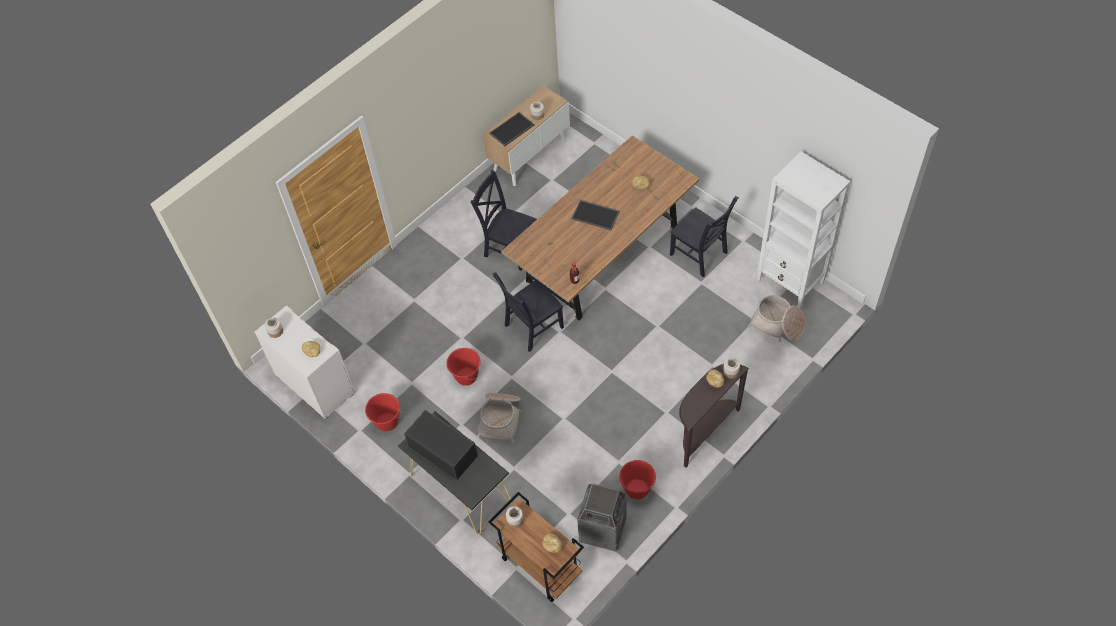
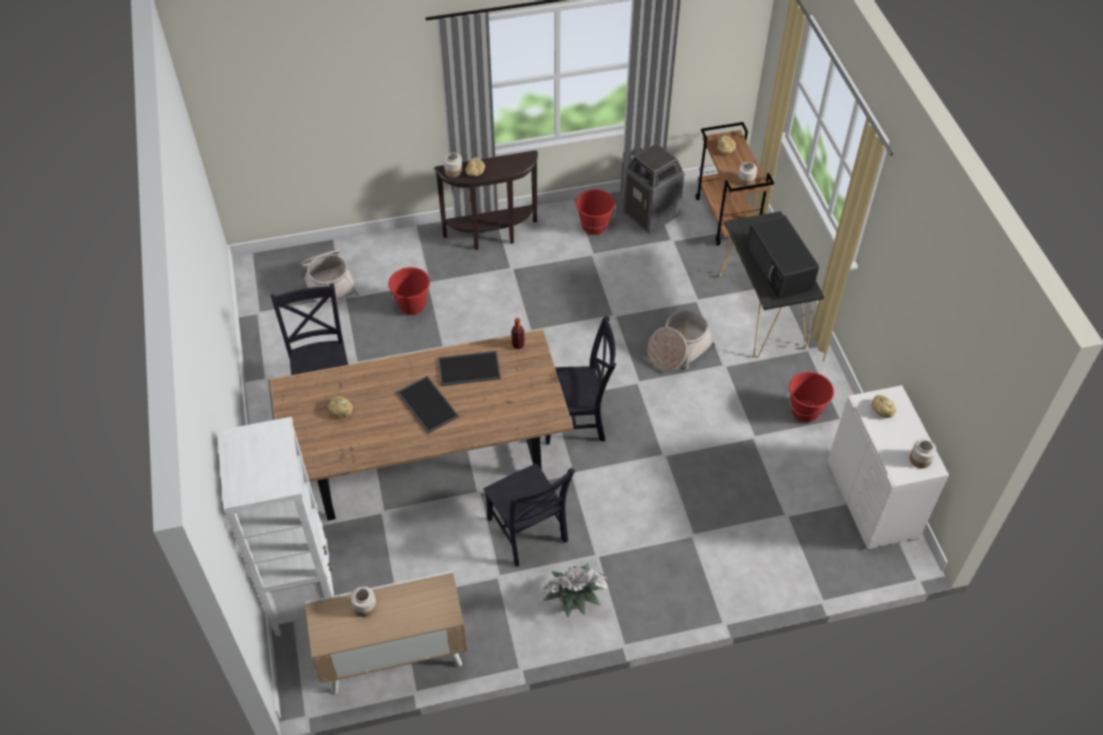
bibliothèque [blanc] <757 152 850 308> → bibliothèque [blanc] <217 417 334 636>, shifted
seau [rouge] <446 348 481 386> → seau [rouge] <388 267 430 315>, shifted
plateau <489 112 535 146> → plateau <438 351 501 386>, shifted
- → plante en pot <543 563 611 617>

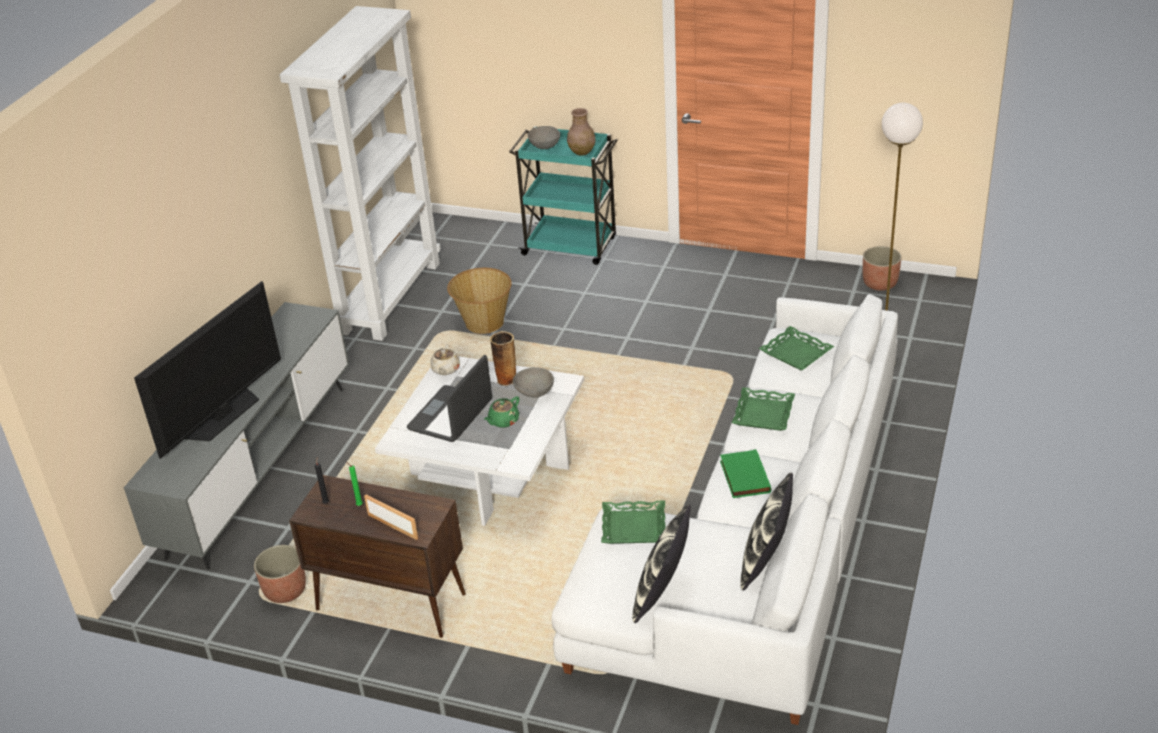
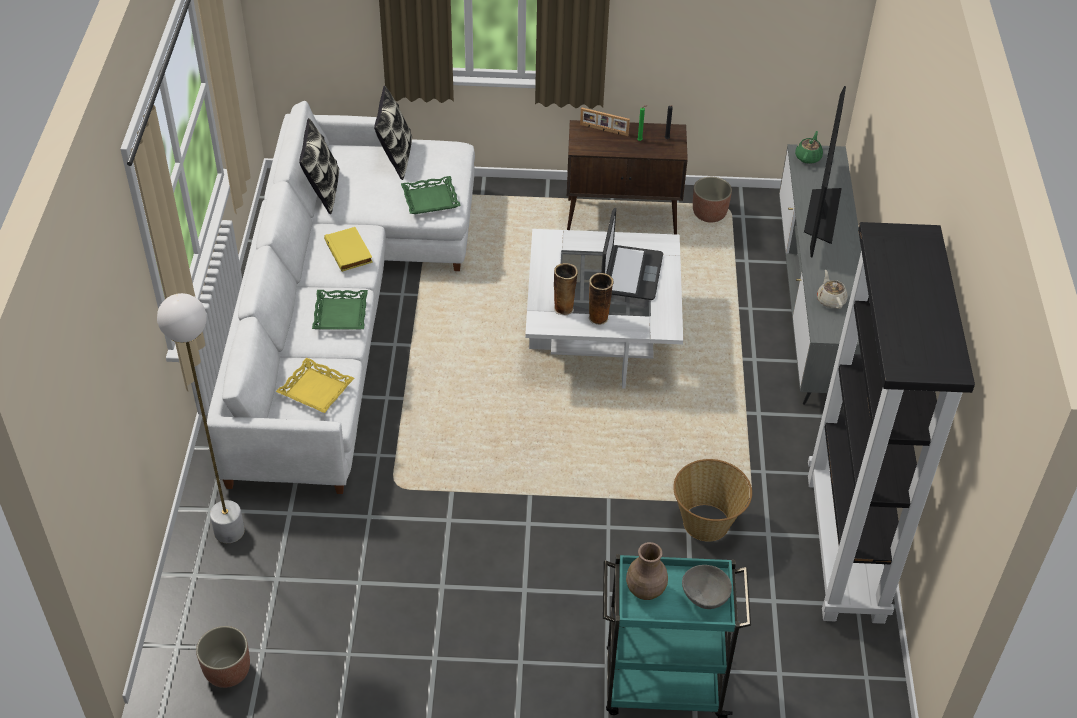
plateau [vert] <759 326 834 370> → plateau [jaune] <276 357 354 413>
livre [vert] <720 449 771 498> → livre [jaune] <324 227 373 272>
bol [gris] <513 367 554 397> → vase <554 263 578 315>
théière [vert] <484 396 519 428> → théière [vert] <795 131 823 164>, shifted
bibliothèque [blanc] <279 6 441 341> → bibliothèque [noir] <808 222 975 624>
théière [beige] <430 344 460 375> → théière [beige] <817 270 848 309>, shifted

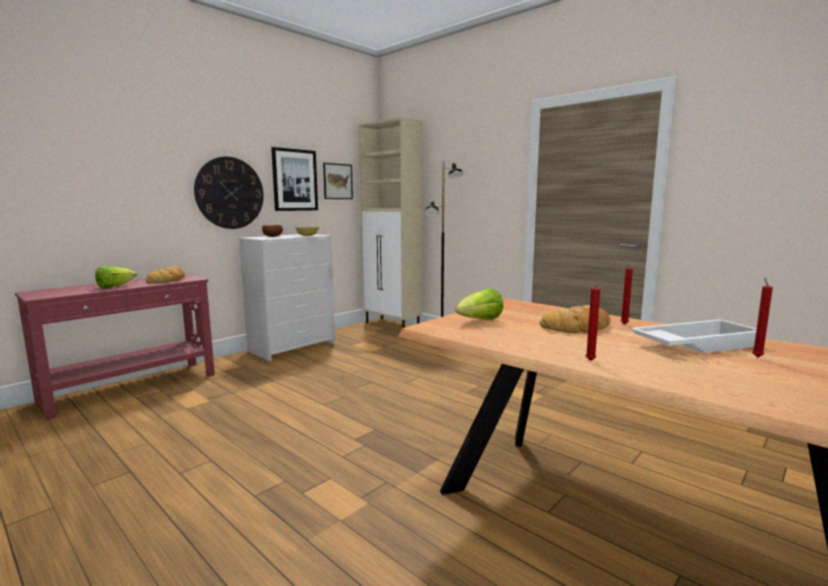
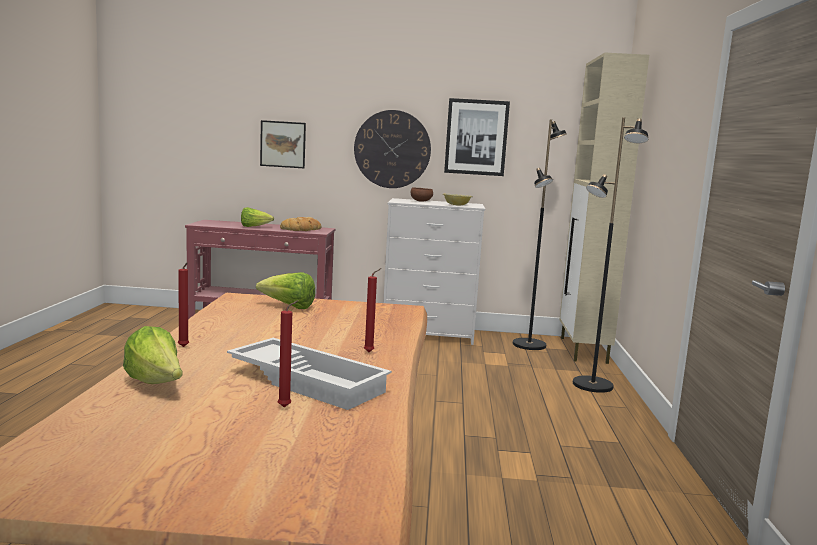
- → laitue <123 326 183 384>
tableau <323 163 353 199> → tableau <260 120 306 168>, shifted
- → lampadaire [noir] <513 119 567 350>
pain <540 305 610 333> → -

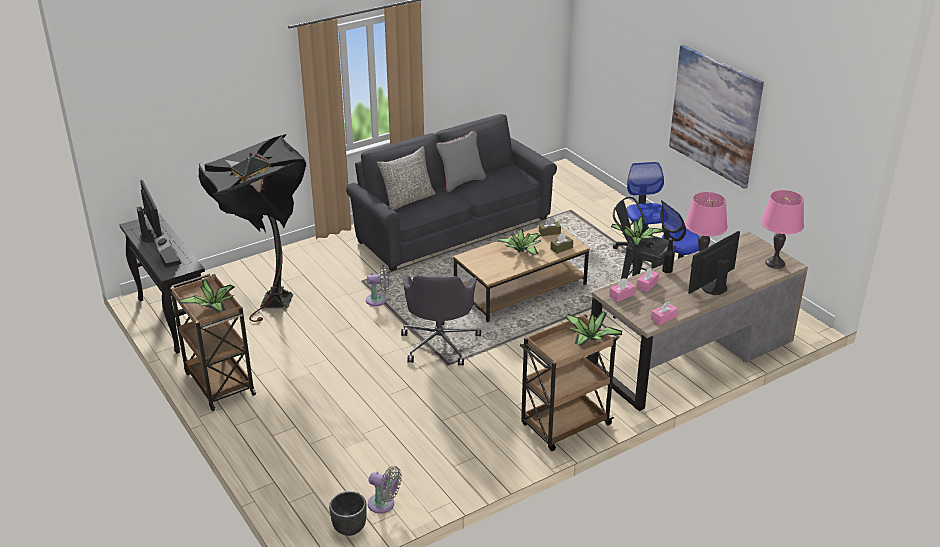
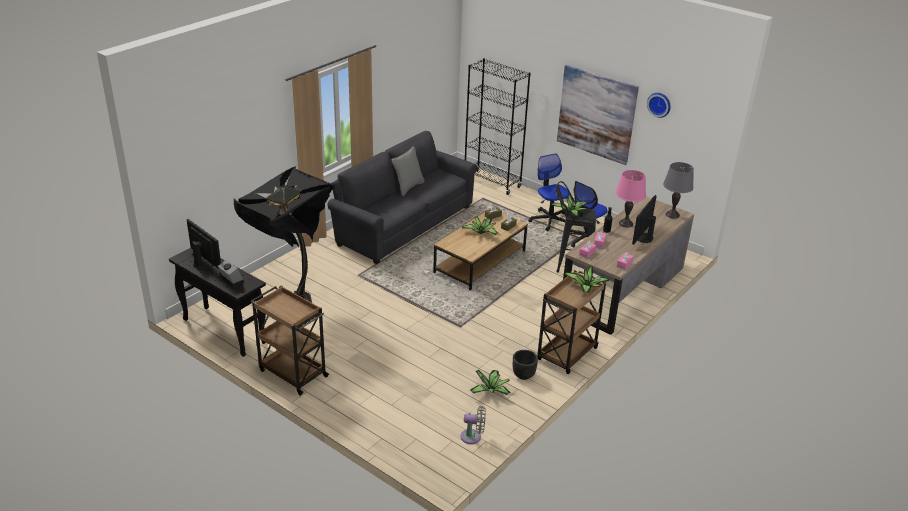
- → bibliothèque [noir] <465 58 531 195>
plante en pot <179 279 234 312> → plante en pot <470 370 511 395>, shifted
cache-pot [noir] <329 491 367 536> → cache-pot [noir] <513 350 538 380>, shifted
- → horloge murale <647 93 671 118>
lampe de table [rose] <761 190 804 269> → lampe de table [gris] <663 162 694 219>
ventilateur [gris] <366 265 389 306> → -
coussin [gris] <377 146 436 210> → -
chaise de bureau [gris] <401 275 481 366> → -

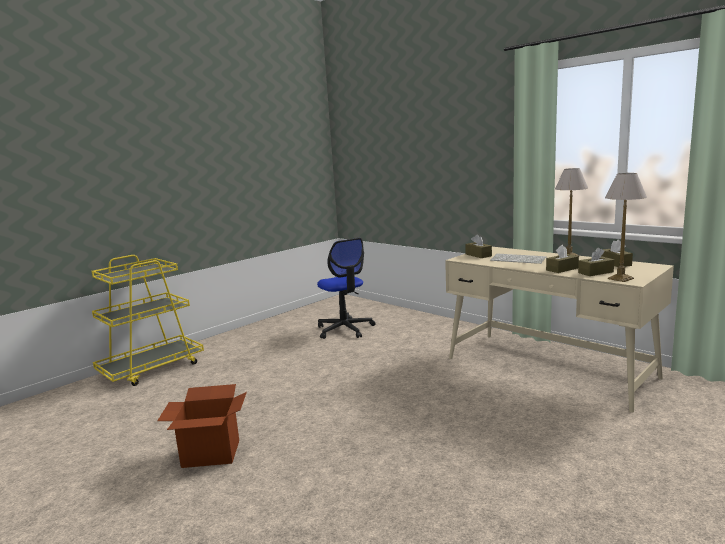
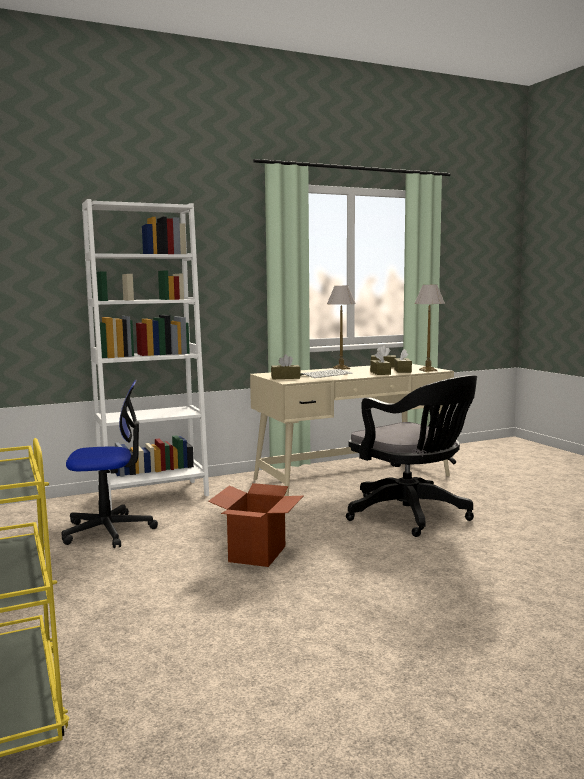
- → bibliothèque [blanc] <82 199 209 510>
carton <157 384 247 468> → carton <208 483 303 567>, shifted
- → chaise de bureau [noir] <346 375 477 537>

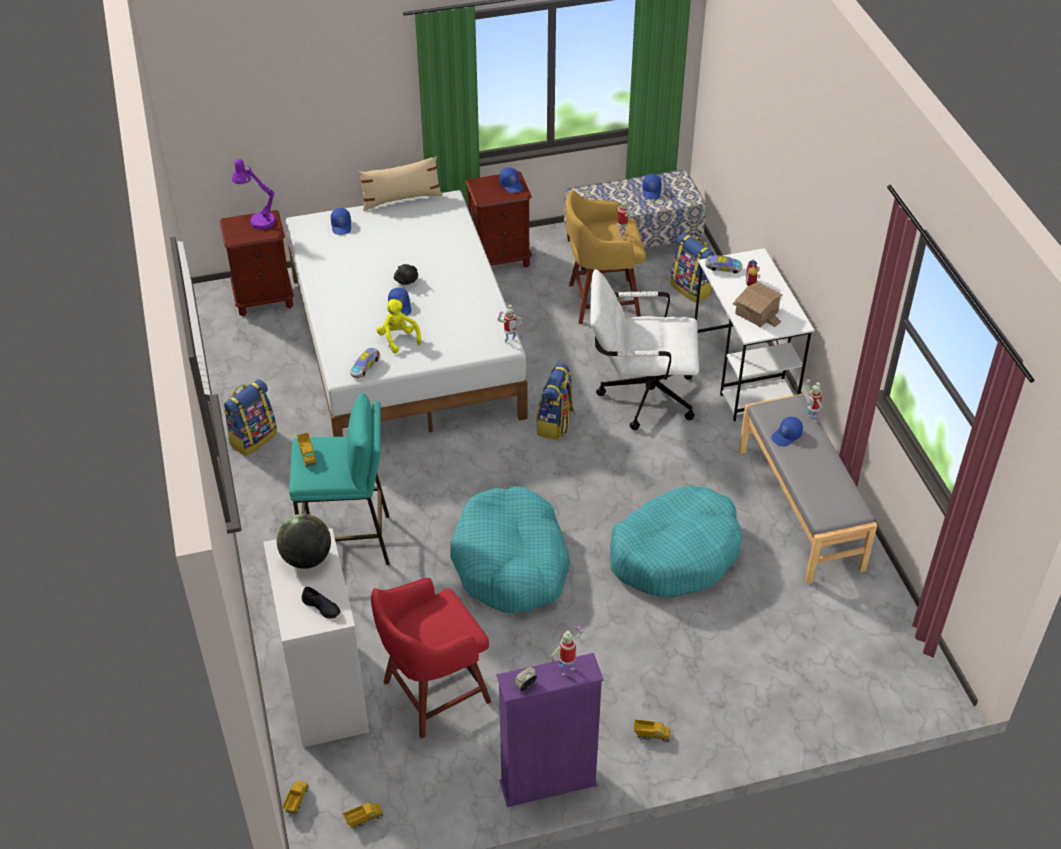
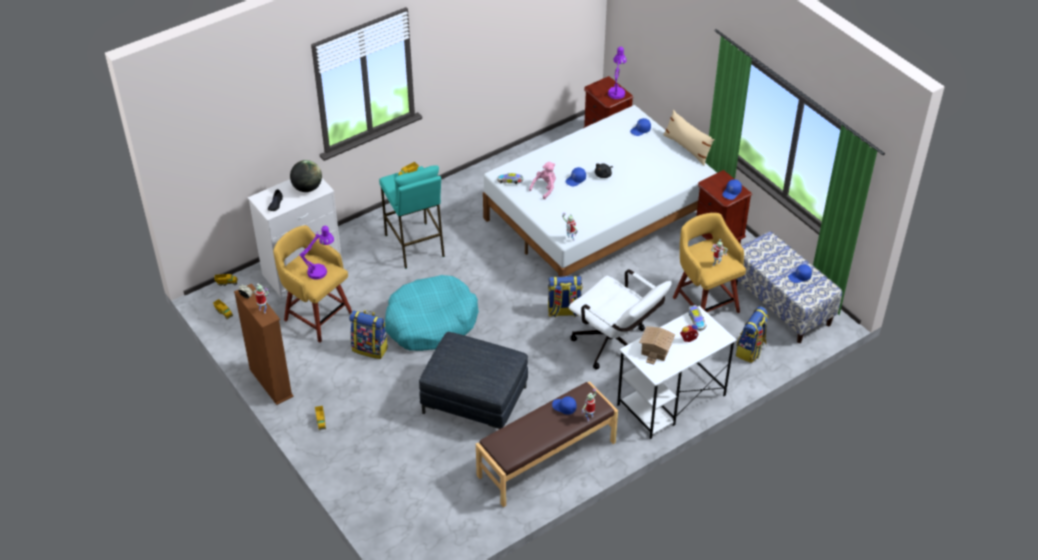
bibliothèque [violet] <497 653 604 807> → bibliothèque [marron] <234 284 294 405>
tabouret [rouge] <371 578 491 739> → tabouret [jaune] <273 225 352 343>
- → lampe de table [violet] <300 226 334 280>
sac à dos <223 379 277 456> → sac à dos <349 310 388 359>, shifted
panier pour chien [turquoise] <610 485 742 597> → pouf [gris] <419 332 528 429>
banc [gris] <739 394 877 584> → banc [marron] <476 381 618 507>
peluche [jaune] <376 299 421 354> → peluche [rose] <529 162 556 199>
chaise de bureau [blanc] <590 269 699 430> → chaise de bureau [blanc] <569 269 672 370>, 150 degrees clockwise

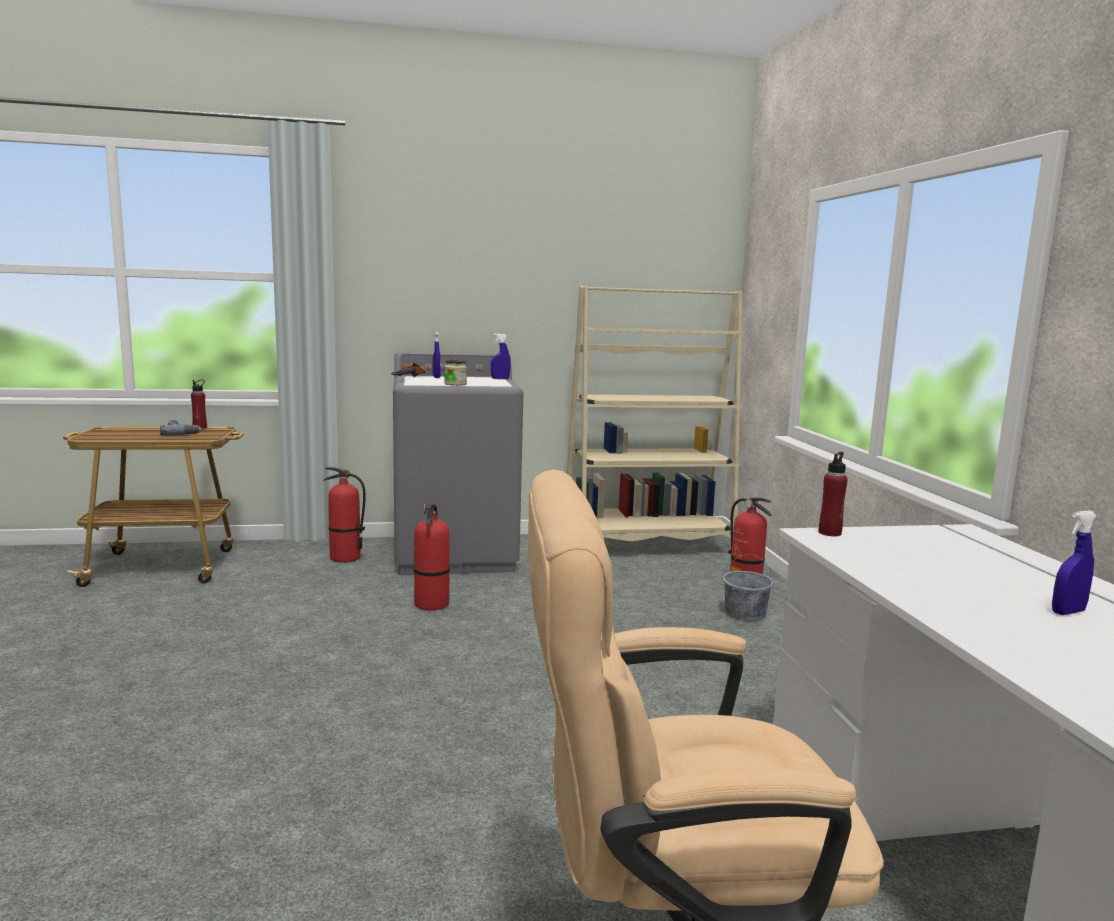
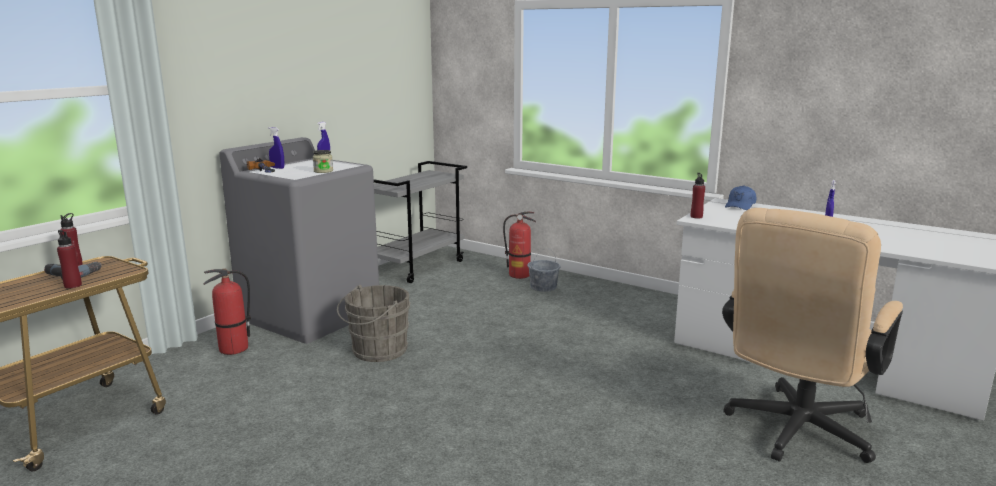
- → bouteille [rouge] <57 230 82 289>
extincteur <414 504 450 611> → seau [gris] <337 285 411 362>
bibliothèque [beige] <567 286 743 541> → chariot [gris] <374 161 467 283>
- → casquette [bleu] <725 185 756 210>

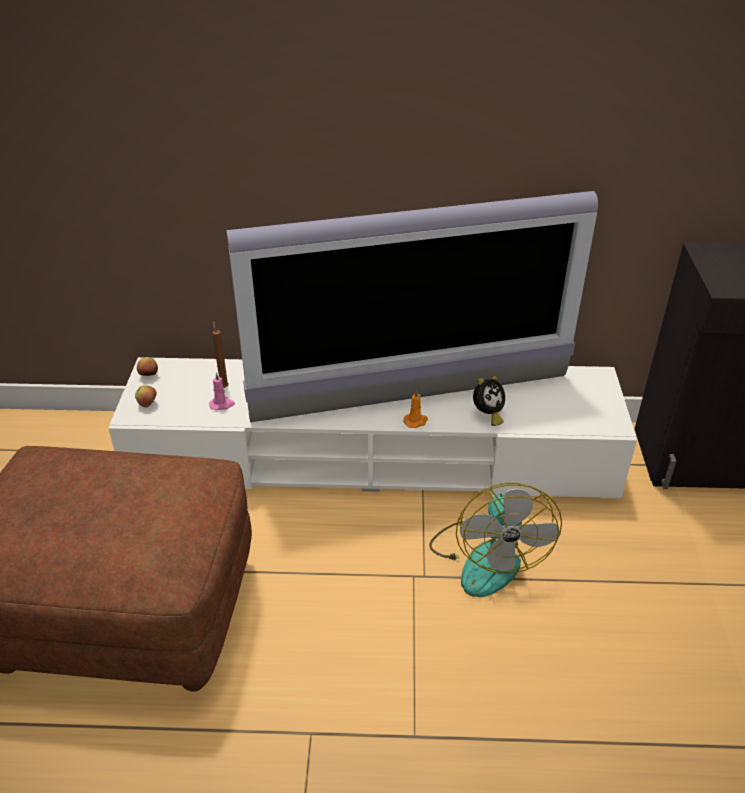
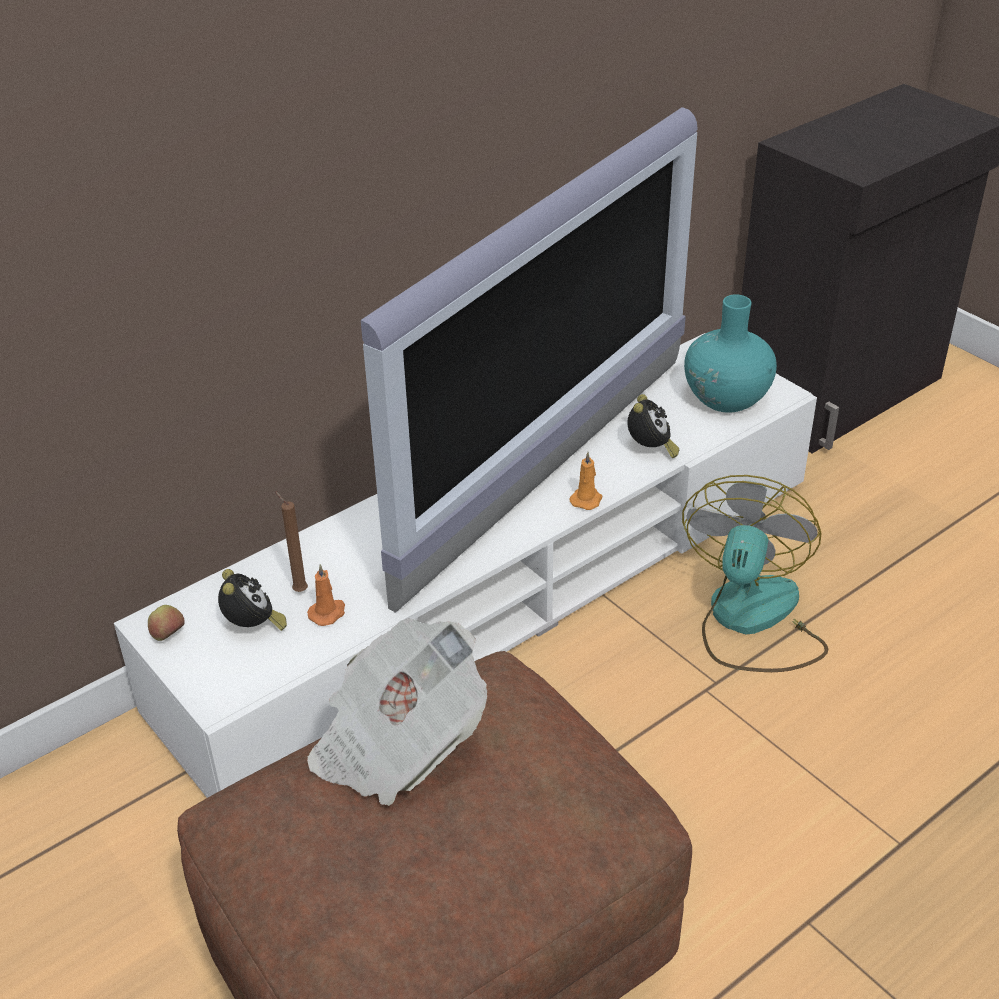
- → réveil <218 569 287 631>
bougie [rose] <209 372 235 410> → bougie [orange] <307 564 345 626>
- → journal <307 618 487 806>
ventilateur <429 483 562 597> → ventilateur <682 475 828 672>, 120 degrees counterclockwise
- → vase [turquoise] <684 294 777 413>
pomme <135 385 157 407> → -

